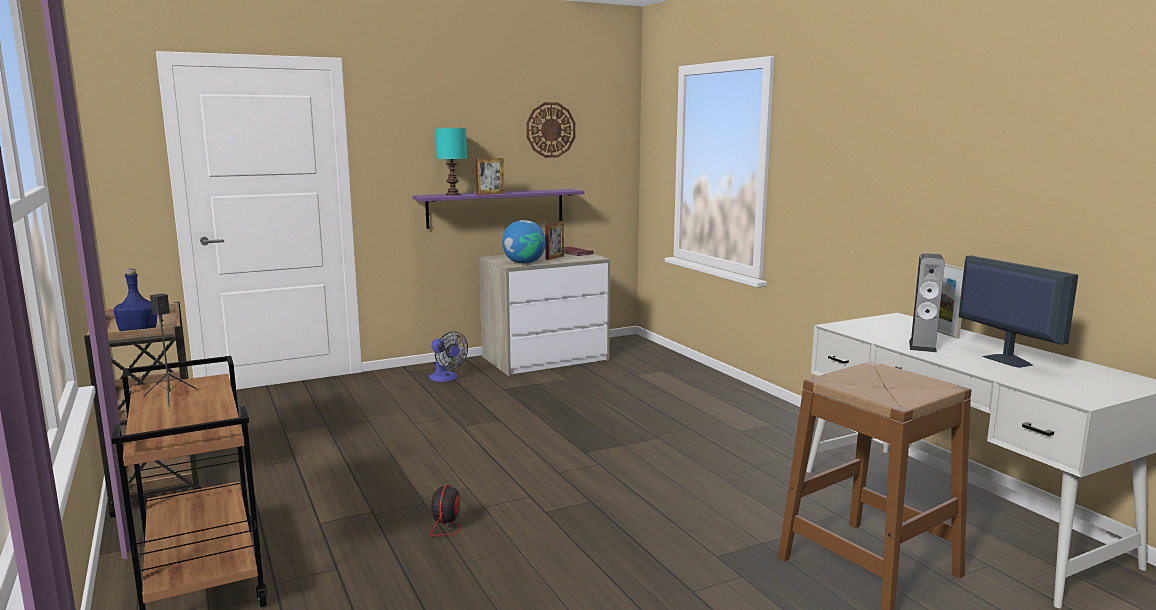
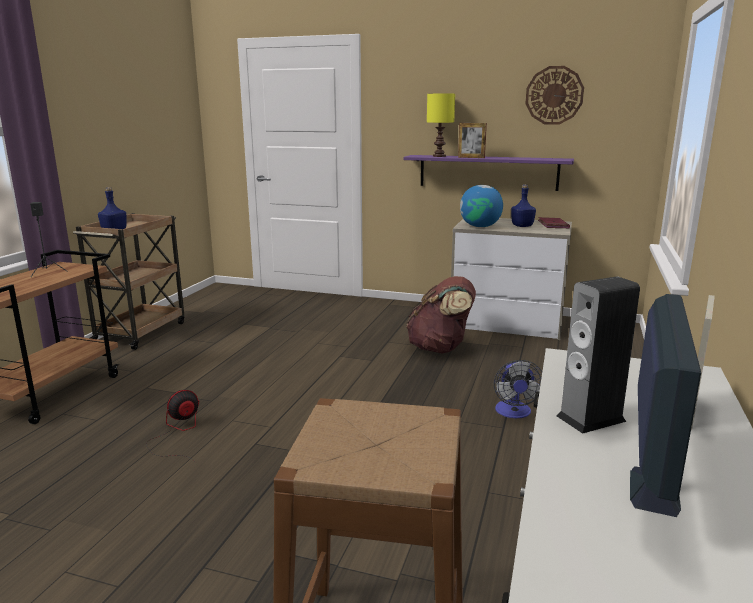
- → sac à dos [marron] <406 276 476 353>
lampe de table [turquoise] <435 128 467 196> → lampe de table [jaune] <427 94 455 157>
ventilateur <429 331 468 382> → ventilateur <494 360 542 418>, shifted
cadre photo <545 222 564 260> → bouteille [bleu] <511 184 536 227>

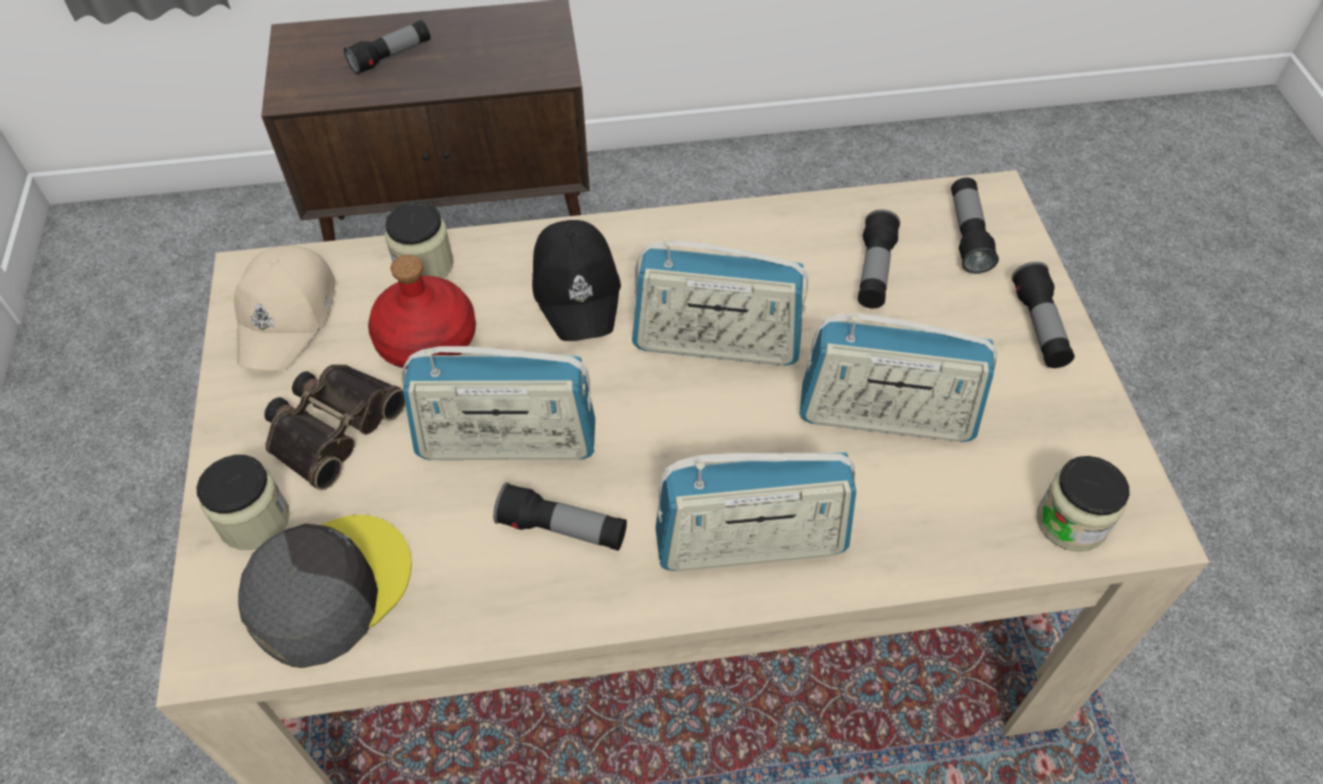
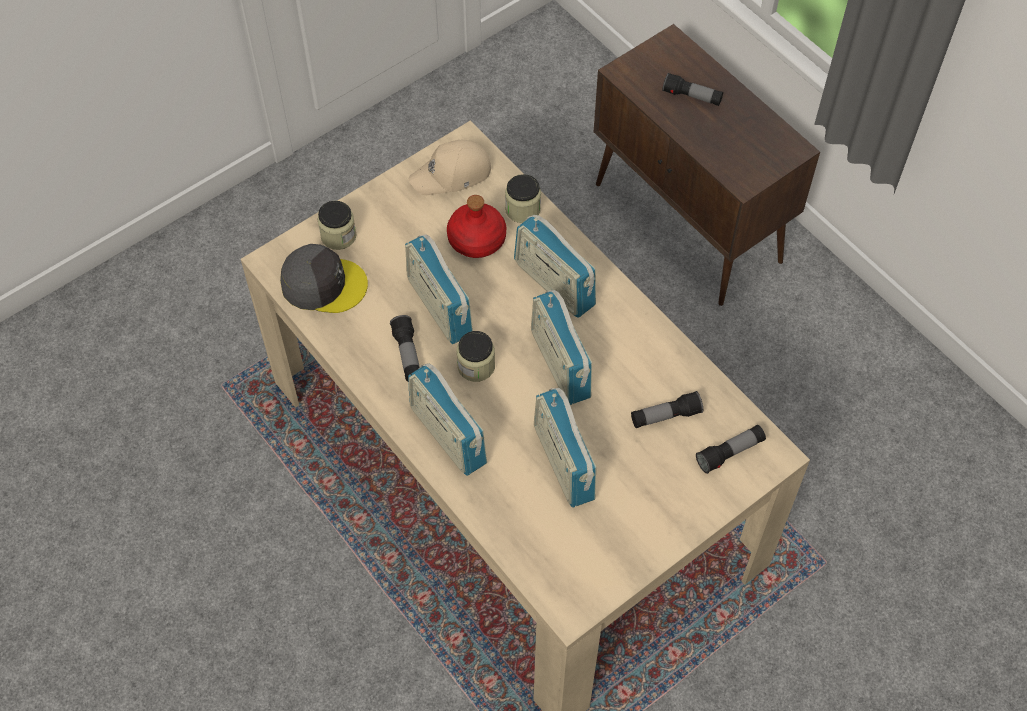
bocal <1037 456 1130 552> → bocal <457 331 495 382>, shifted
casquette [noir] <532 220 621 341> → radio <514 215 596 318>
jumelles <264 364 405 490> → -
lampe de poche <1012 262 1075 368> → -

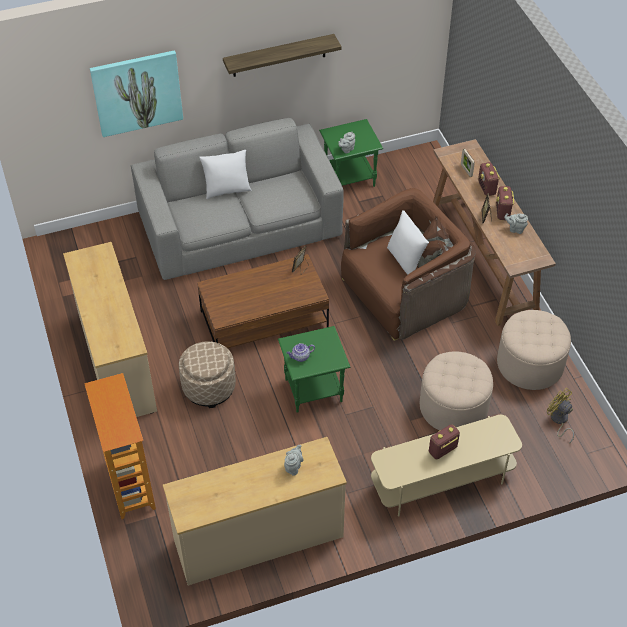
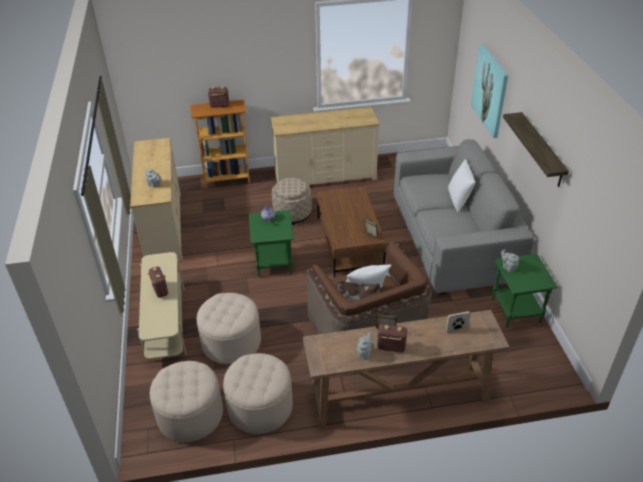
ventilateur [jaune] <547 388 574 444> → pouf [beige] <150 361 223 442>
radio <478 162 500 196> → radio <208 87 229 108>, shifted

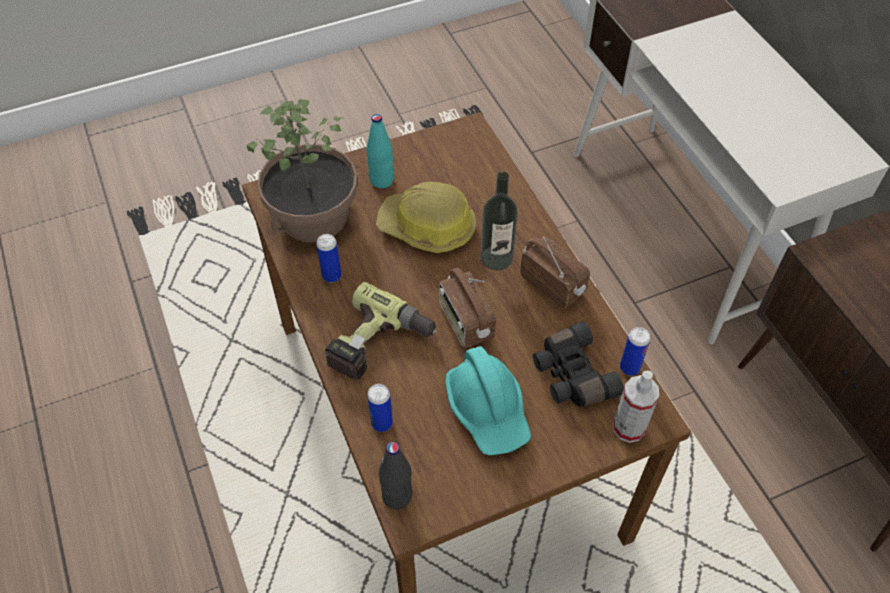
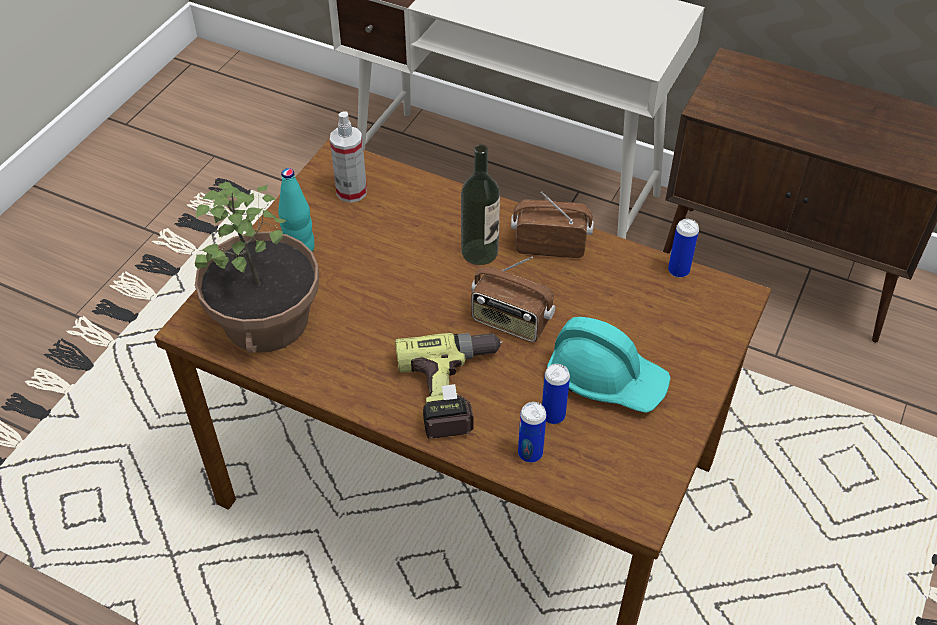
vaporisateur <613 371 659 443> → vaporisateur <330 111 367 203>, shifted
boîte métallique <316 234 341 283> → boîte métallique <542 364 570 424>, shifted
casque de chantier <376 182 476 253> → -
bouteille [noir] <379 442 412 509> → -
jumelles [noir] <533 321 624 407> → -

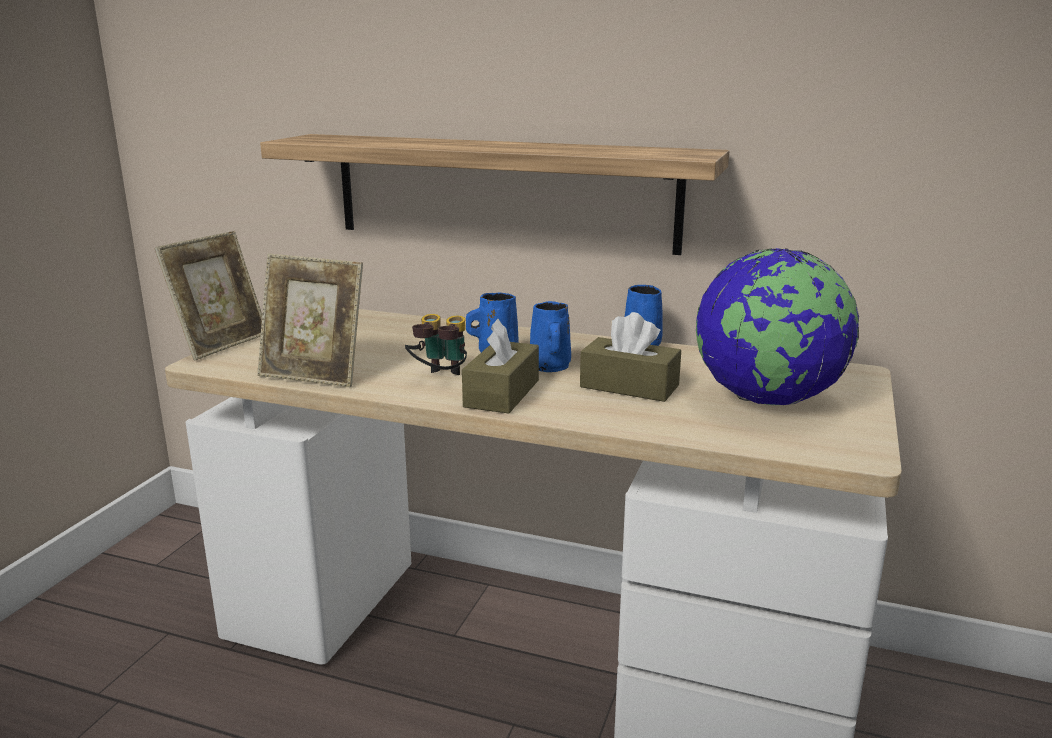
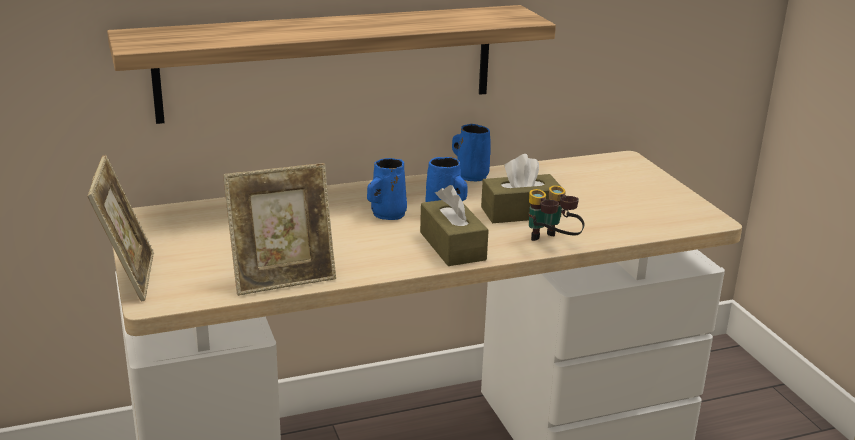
jumelles <405 314 467 375> → jumelles <529 185 585 241>, shifted
globe <696 248 859 405> → -

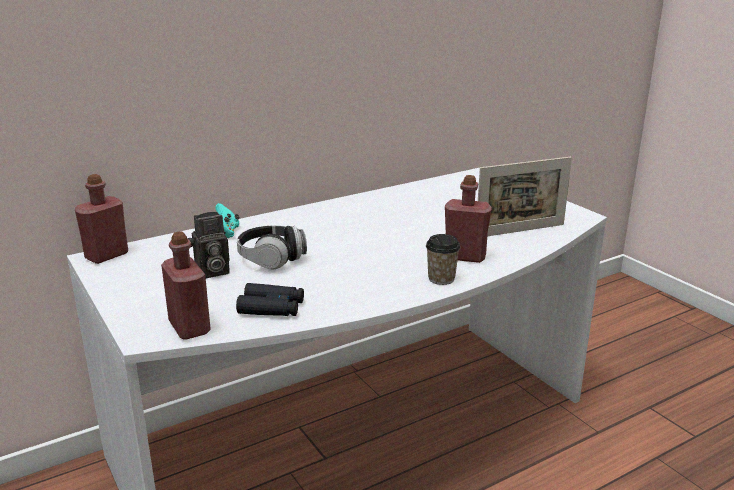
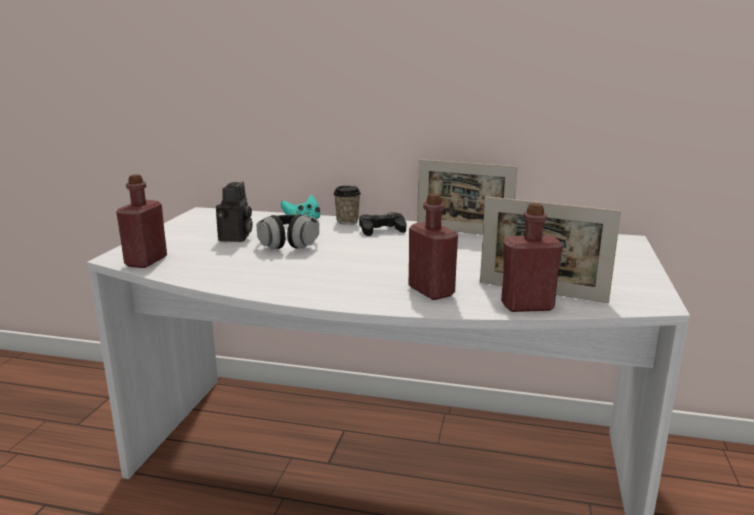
appareil photo <188 212 230 278> → appareil photo <216 182 253 242>, 105 degrees counterclockwise
tasse <426 234 461 285> → tasse <333 186 361 225>, shifted
- → manette [noir] <359 212 406 236>
- → cadre photo <417 159 518 235>
bouteille [rouge] <75 174 128 264> → bouteille [rouge] <501 203 563 312>, shifted
jumelles [noir] <236 283 304 316> → -

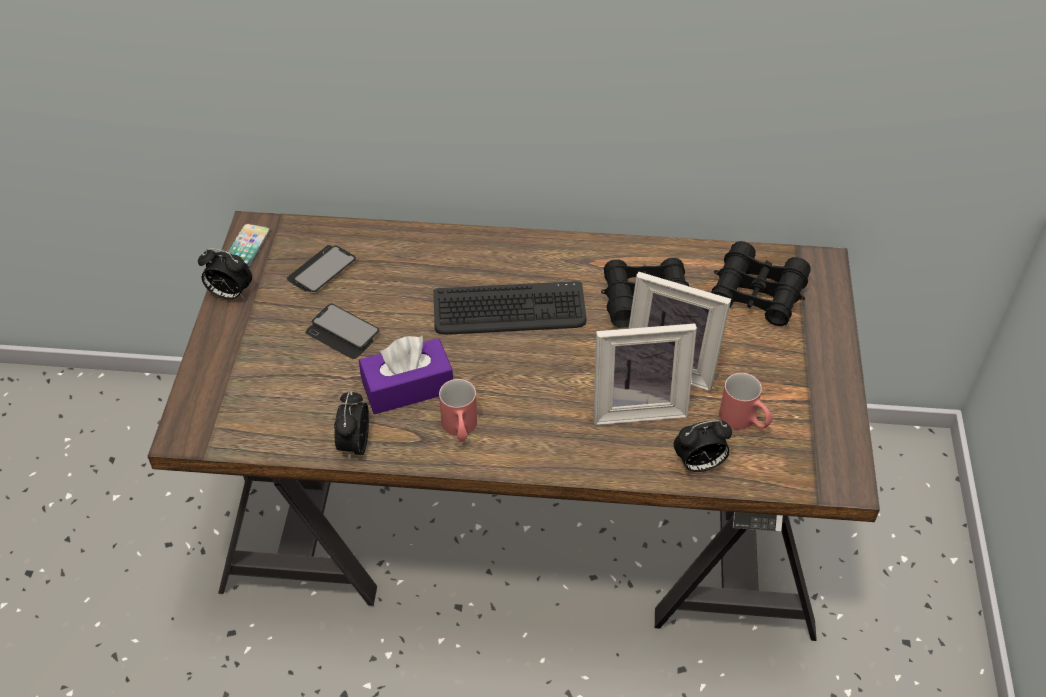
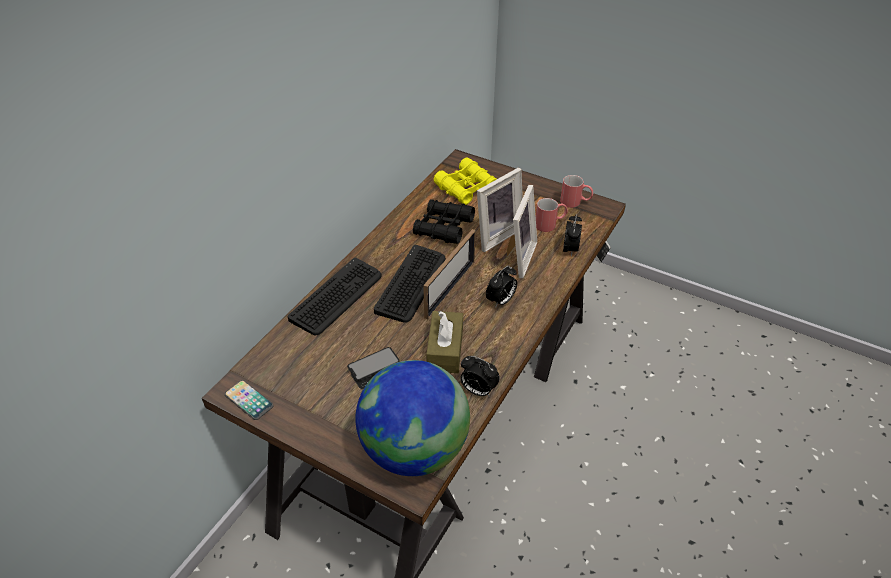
- → clavier <288 258 382 336>
- → globe <355 360 470 476>
- → cadre photo <423 229 476 320>
boîte à mouchoirs [violet] <359 336 453 414> → boîte à mouchoirs [marron] <426 311 463 373>
jumelles [noir] <711 241 811 326> → jumelles [jaune] <433 158 497 205>
réveil <198 248 252 299> → réveil <486 265 517 308>, shifted
mug [rouge] <439 379 477 441> → mug [rouge] <560 175 593 208>, shifted
téléphone <287 245 356 292> → -

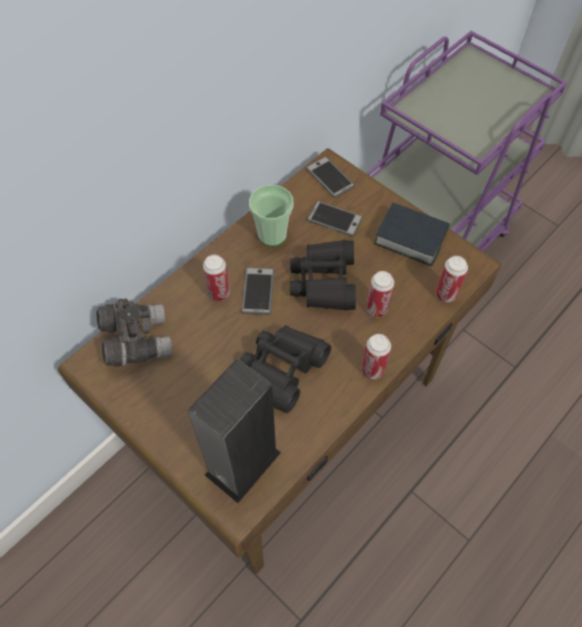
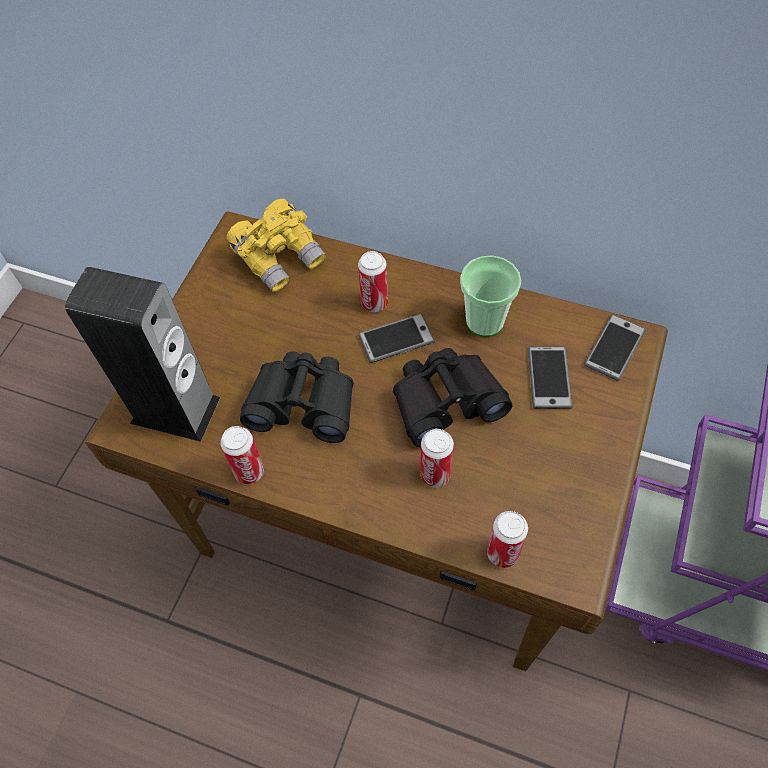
boîte métallique <362 334 391 379> → boîte métallique <220 426 264 484>, shifted
jumelles [gris] <97 299 172 367> → jumelles [jaune] <226 199 326 292>
livre <374 202 450 266> → -

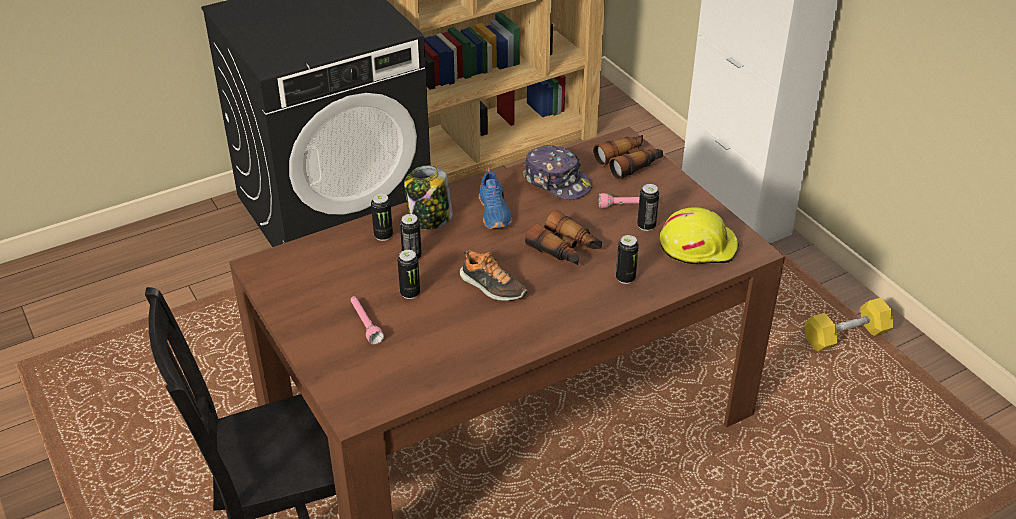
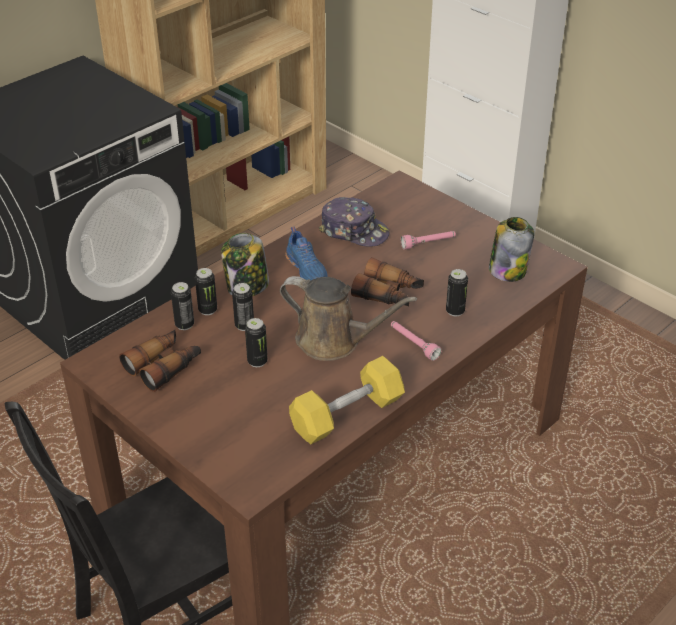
jumelles <593 135 663 180> → jumelles <119 330 201 392>, shifted
boîte métallique <637 184 659 231> → boîte métallique <171 282 194 330>, shifted
chaussure <460 250 528 301> → arrosoir [marron] <280 276 417 361>
haltère [jaune] <805 298 894 351> → haltère [jaune] <289 356 405 444>, shifted
lampe de poche [rose] <350 296 384 344> → lampe de poche [rose] <391 321 442 361>, shifted
casque de chantier [jaune] <660 207 739 264> → bocal <489 217 534 282>

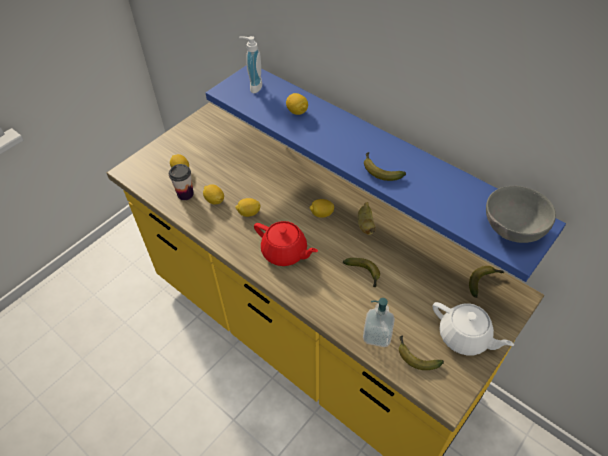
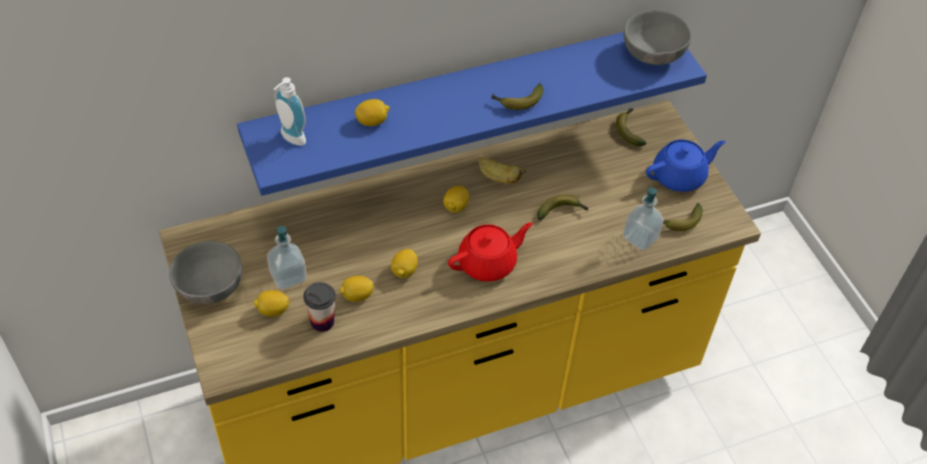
- → bol [gris] <169 241 242 304>
- → distributeur de savon <267 226 307 290>
théière [blanc] <433 302 514 356> → théière [bleu] <646 139 726 192>

